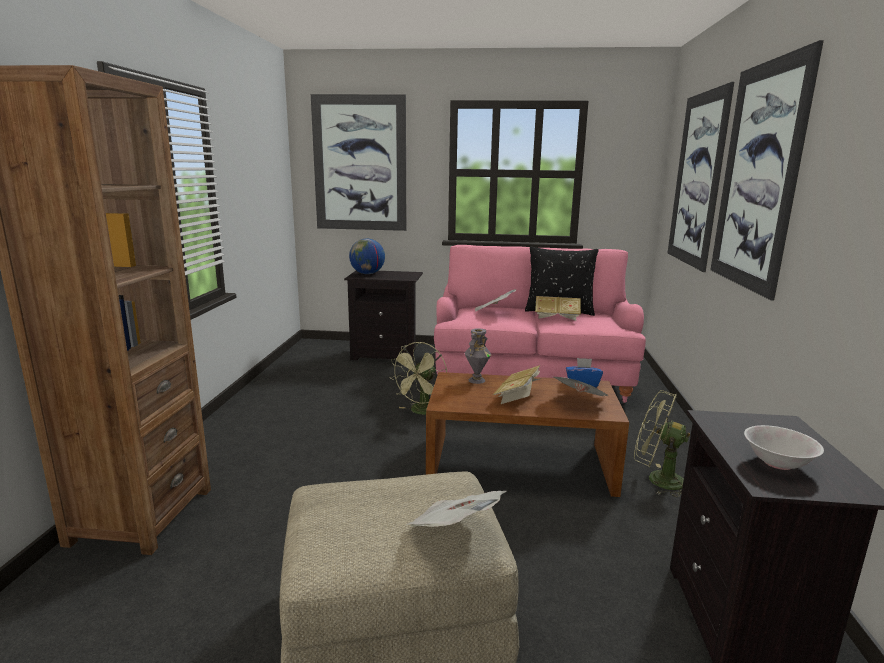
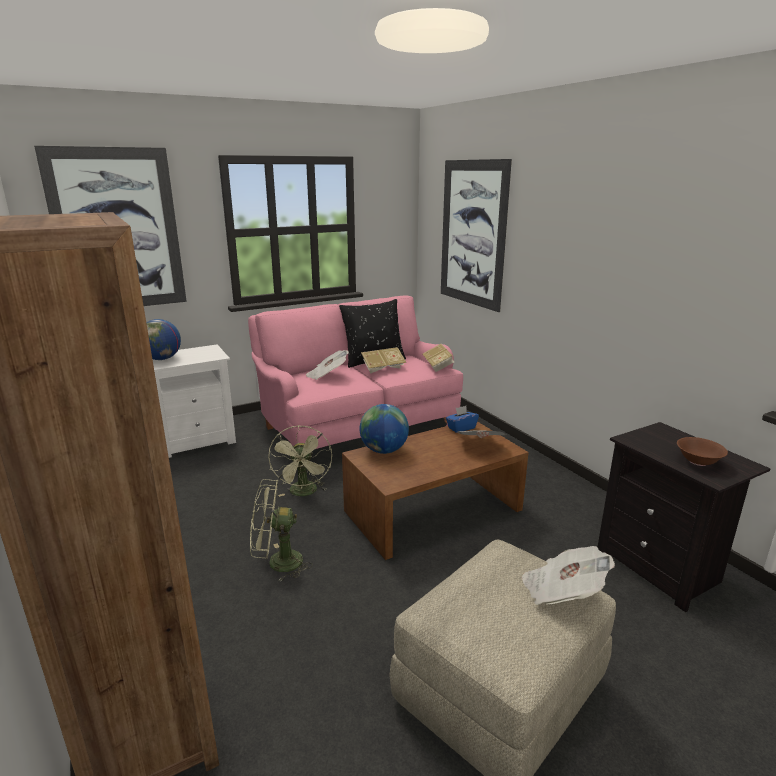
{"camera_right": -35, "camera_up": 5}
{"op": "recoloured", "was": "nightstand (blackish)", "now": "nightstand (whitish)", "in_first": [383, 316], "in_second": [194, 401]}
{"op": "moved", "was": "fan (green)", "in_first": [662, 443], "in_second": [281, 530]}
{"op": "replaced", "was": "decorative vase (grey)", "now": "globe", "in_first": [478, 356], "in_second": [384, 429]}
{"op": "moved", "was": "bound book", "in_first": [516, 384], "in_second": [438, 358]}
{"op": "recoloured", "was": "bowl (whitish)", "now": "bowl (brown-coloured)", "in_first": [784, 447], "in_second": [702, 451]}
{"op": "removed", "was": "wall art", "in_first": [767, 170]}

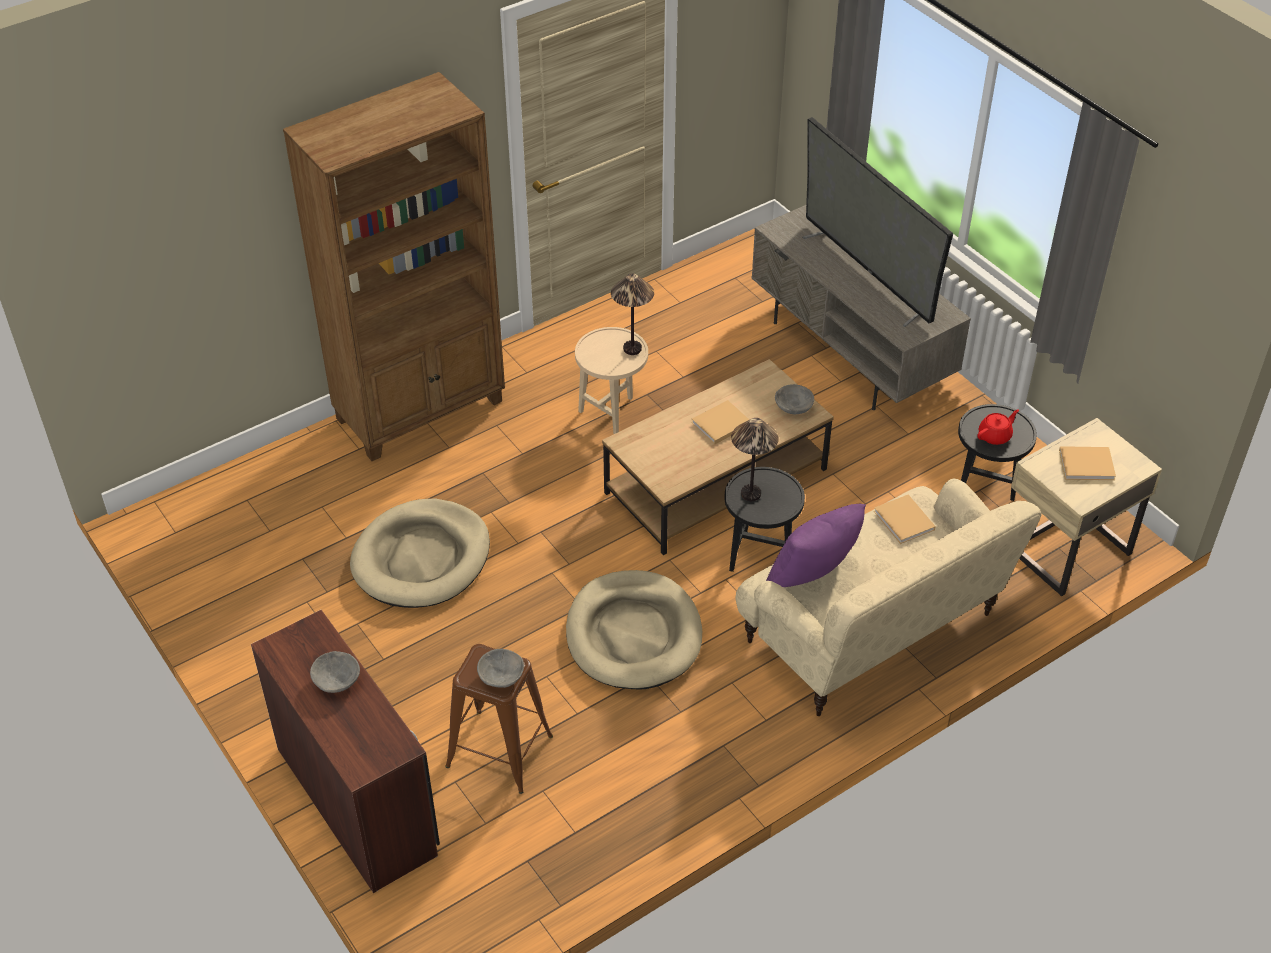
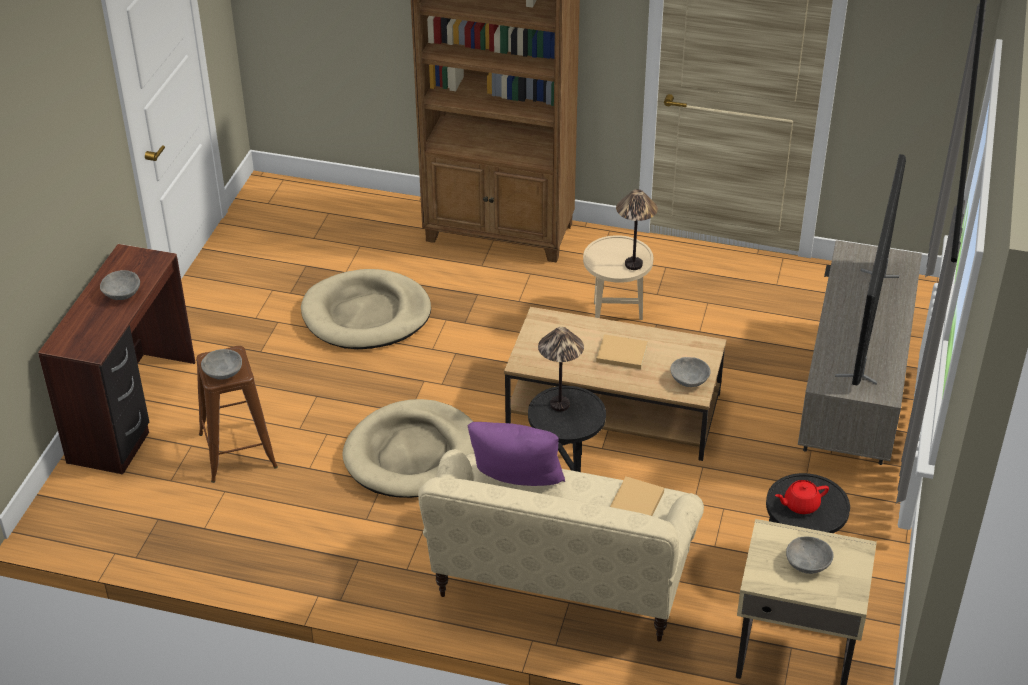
{"camera_right": 50, "camera_up": -5}
{"op": "turned", "was": "pot for tea (reddish)", "in_first": [998, 427], "in_second": [802, 497], "clockwise": 150}
{"op": "replaced", "was": "bound book (beige)", "now": "bowl (grey)", "in_first": [1087, 463], "in_second": [810, 555]}

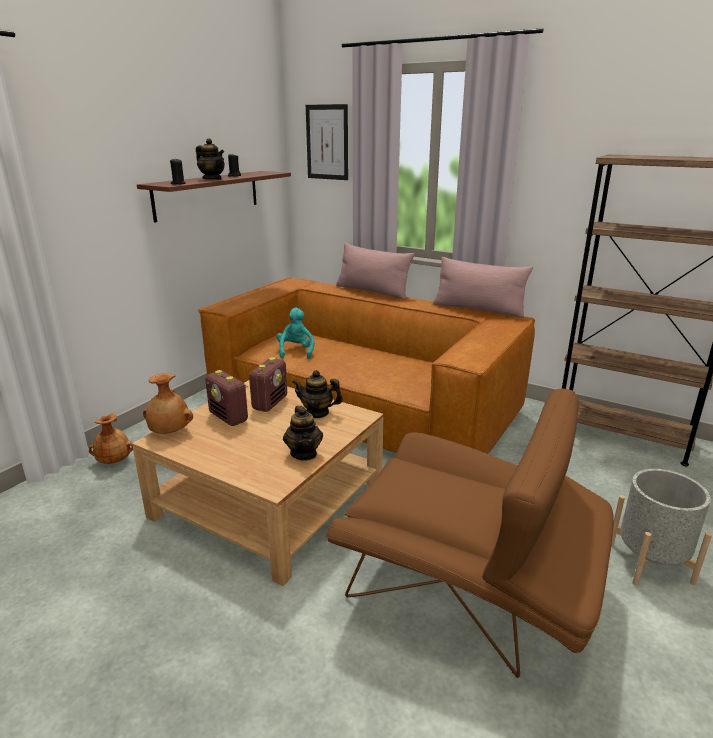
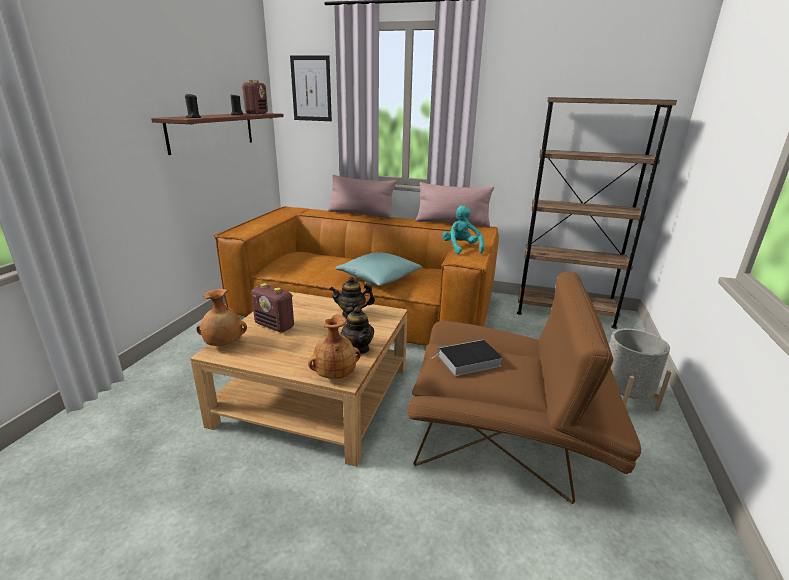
{"camera_right": -15, "camera_up": 0}
{"op": "moved", "was": "radio", "in_first": [268, 384], "in_second": [255, 97]}
{"op": "moved", "was": "decorative vase (brown-coloured)", "in_first": [111, 438], "in_second": [334, 346]}
{"op": "added", "now": "throw pillow (turquoise-coloured)", "in_second": [378, 269]}
{"op": "added", "now": "bound book", "in_second": [466, 358]}
{"op": "moved", "was": "cuddly toy (turquoise-coloured)", "in_first": [295, 333], "in_second": [463, 229]}
{"op": "removed", "was": "pot for tea", "in_first": [210, 159]}

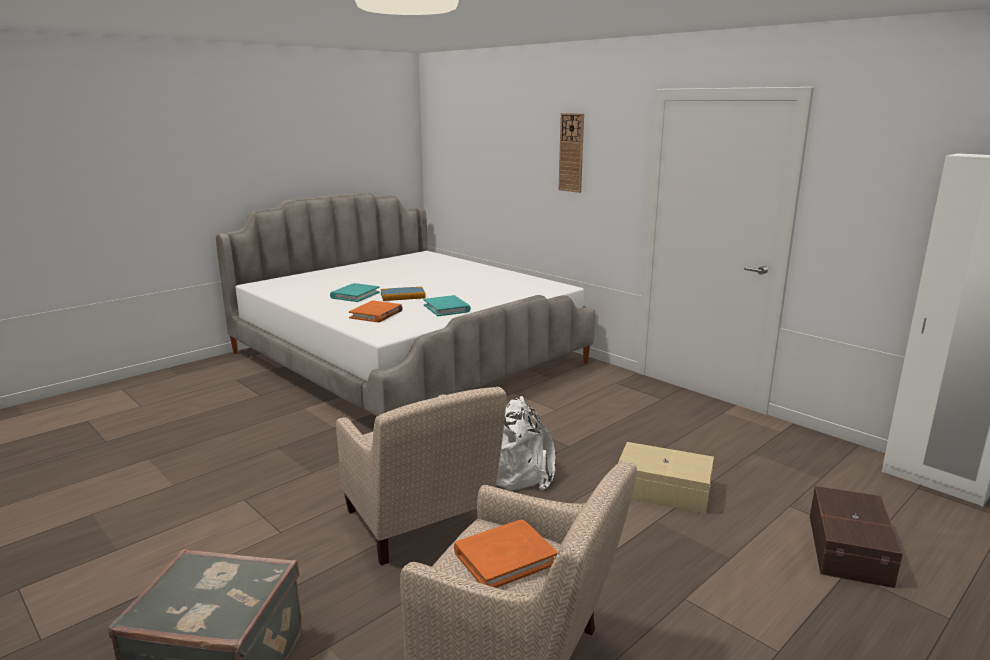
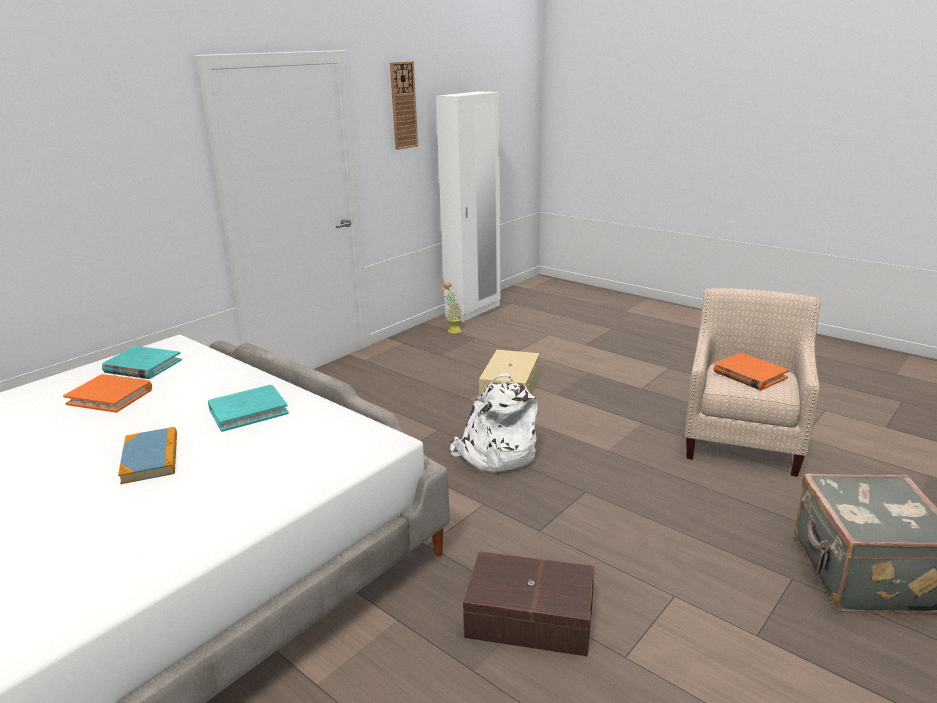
{"camera_right": -95, "camera_up": 5}
{"op": "moved", "was": "bound book (orange)", "in_first": [376, 311], "in_second": [107, 393]}
{"op": "moved", "was": "bound book (turquoise-coloured)", "in_first": [355, 292], "in_second": [142, 362]}
{"op": "moved", "was": "clock on the wall", "in_first": [571, 153], "in_second": [404, 105]}
{"op": "added", "now": "potted plant", "in_second": [452, 307]}
{"op": "moved", "was": "storage box (brown-coloured)", "in_first": [856, 537], "in_second": [529, 604]}
{"op": "removed", "was": "armchair (beige)", "in_first": [421, 476]}

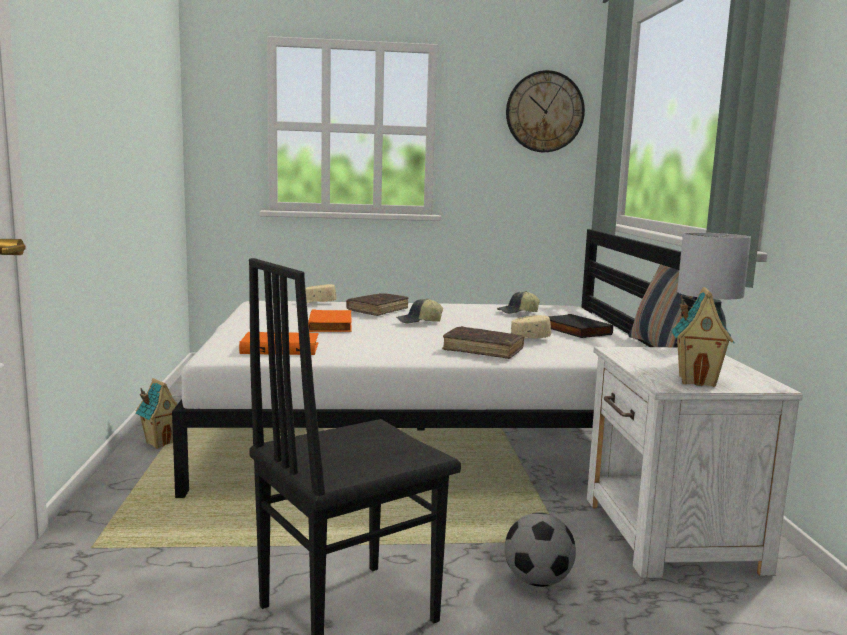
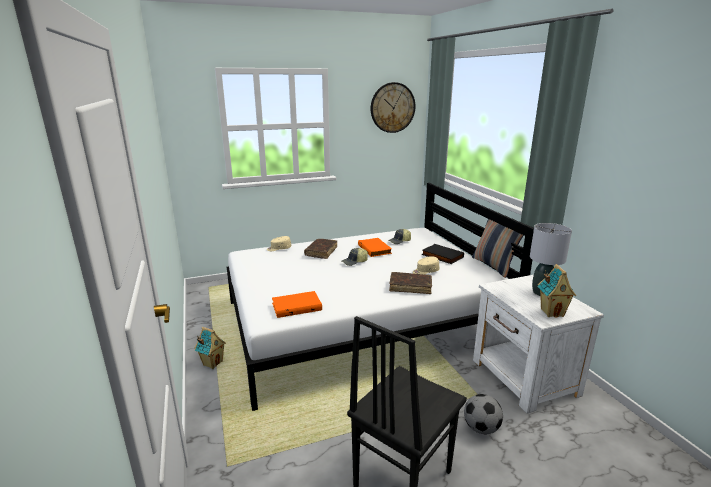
{"camera_right": -15, "camera_up": 10}
{"op": "moved", "was": "bound book (orange)", "in_first": [330, 320], "in_second": [375, 247]}

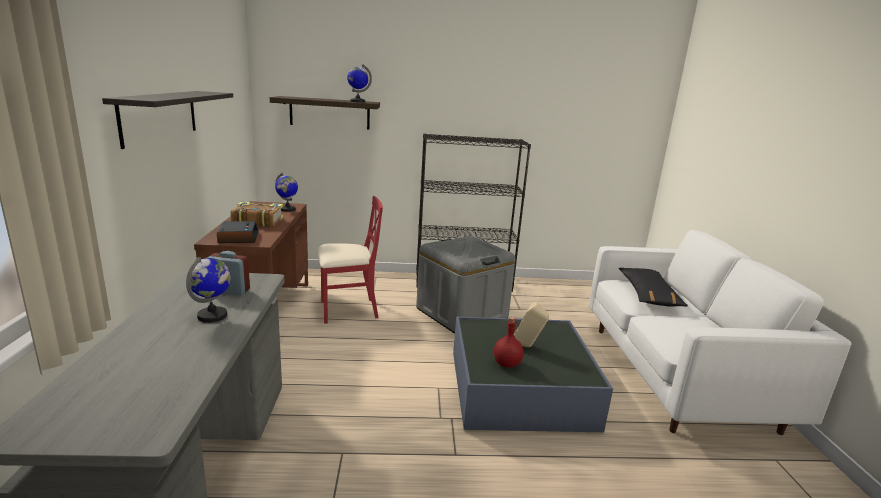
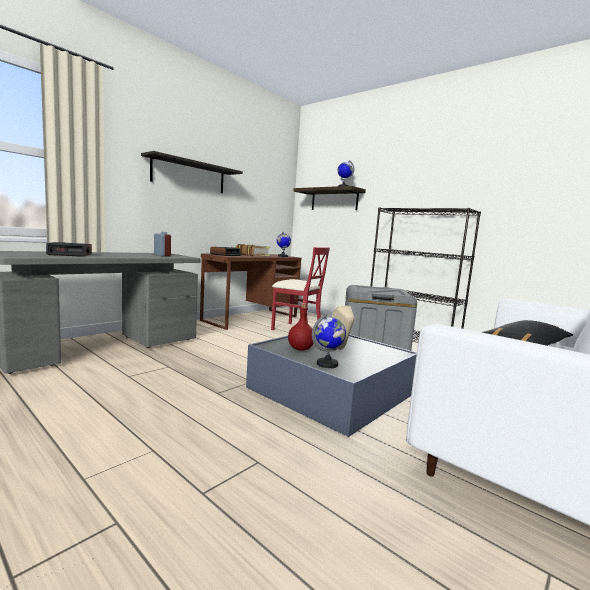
{"camera_right": 45, "camera_up": -10}
{"op": "added", "now": "bedside clock", "in_second": [69, 249]}
{"op": "moved", "was": "globe", "in_first": [208, 290], "in_second": [329, 341]}

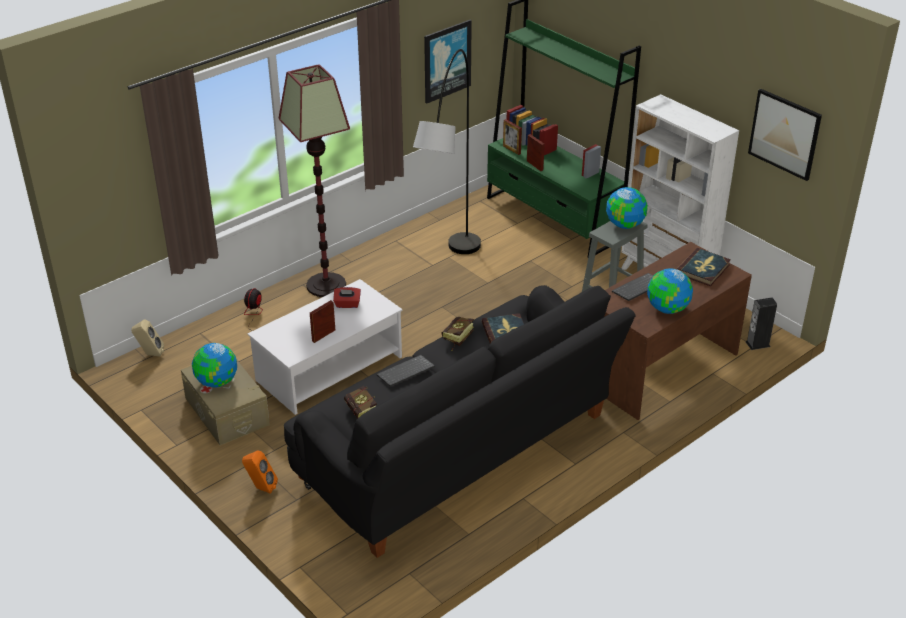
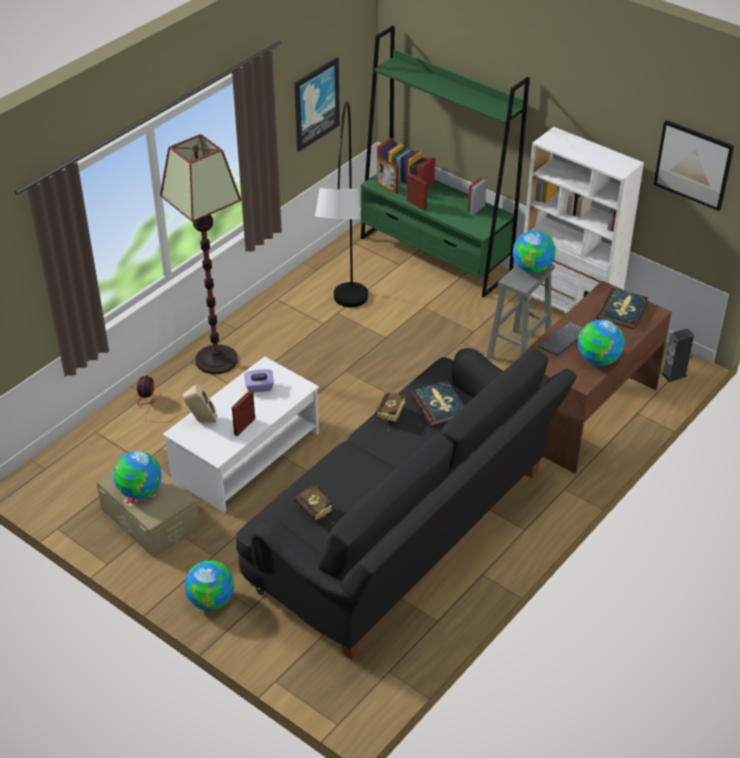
{"camera_right": -10, "camera_up": 5}
{"op": "moved", "was": "loudspeaker (beige)", "in_first": [147, 338], "in_second": [200, 403]}
{"op": "replaced", "was": "loudspeaker (orange)", "now": "globe", "in_first": [260, 472], "in_second": [209, 585]}
{"op": "recoloured", "was": "tissue box (reddish)", "now": "tissue box (purple)", "in_first": [347, 297], "in_second": [259, 381]}
{"op": "removed", "was": "PC keyboard", "in_first": [406, 371]}

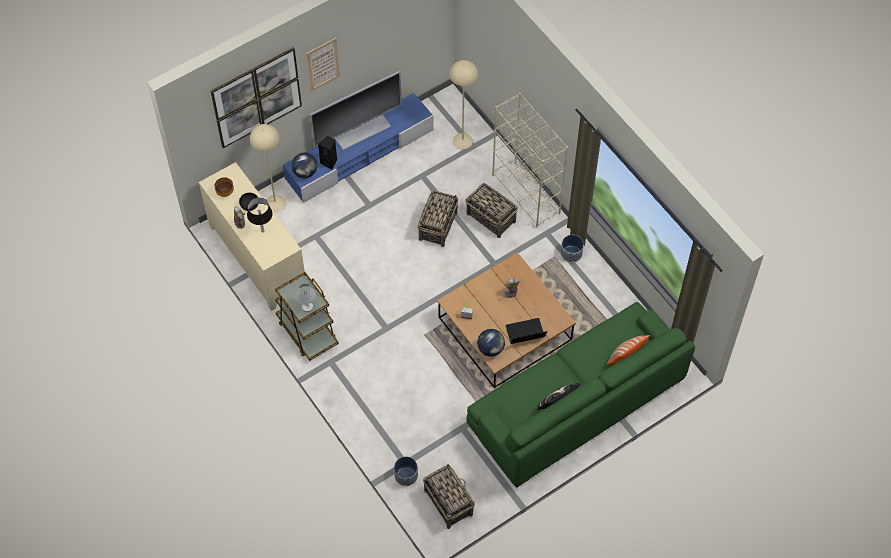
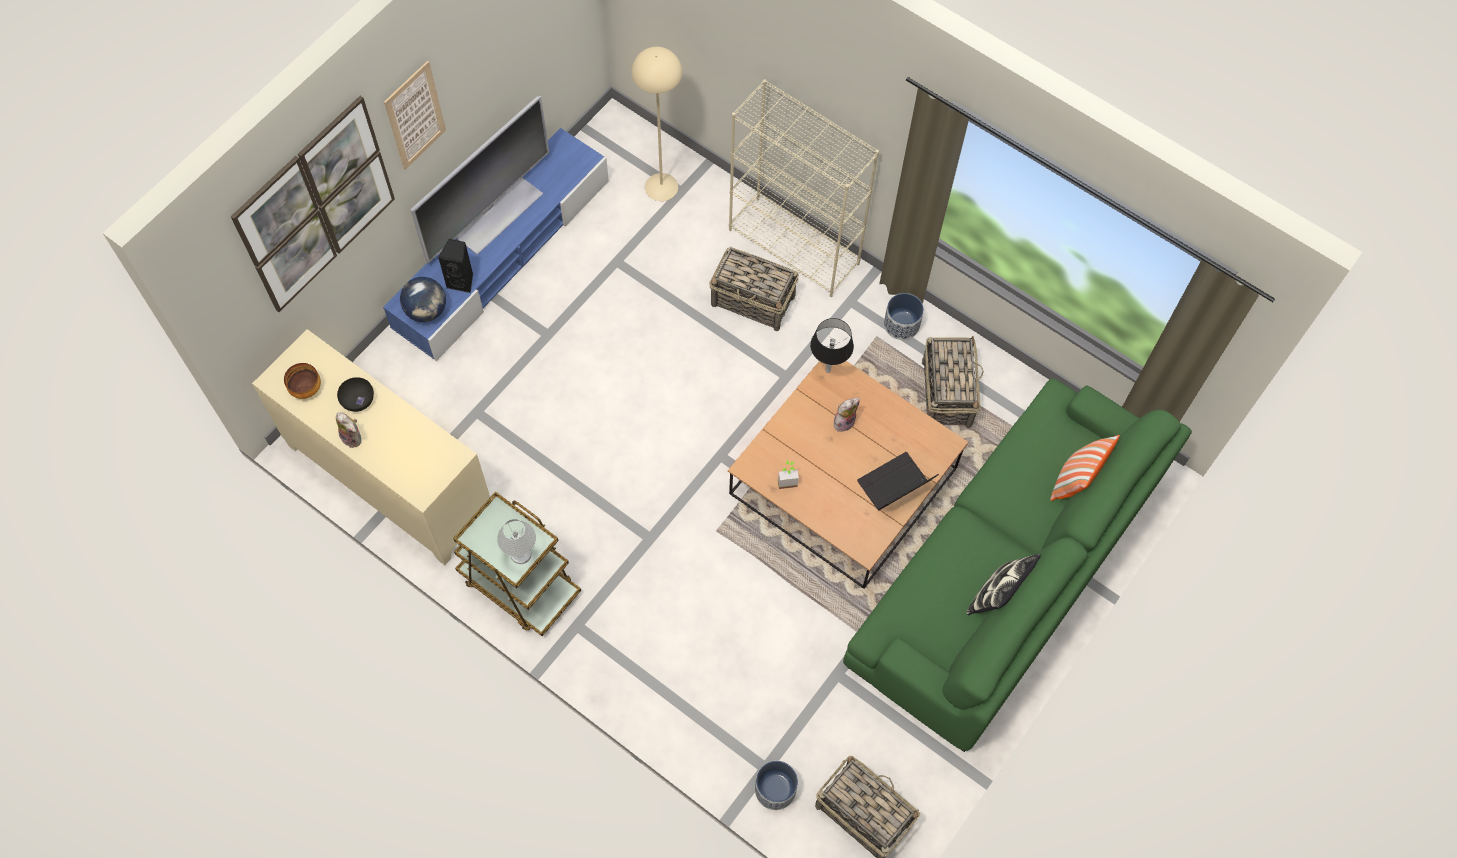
{"camera_right": -20, "camera_up": 5}
{"op": "moved", "was": "lamp for a table (blackish)", "in_first": [260, 215], "in_second": [832, 345]}
{"op": "moved", "was": "storage basket", "in_first": [438, 218], "in_second": [953, 382]}
{"op": "removed", "was": "floor lamp (beige)", "in_first": [268, 168]}
{"op": "removed", "was": "globe", "in_first": [491, 343]}

